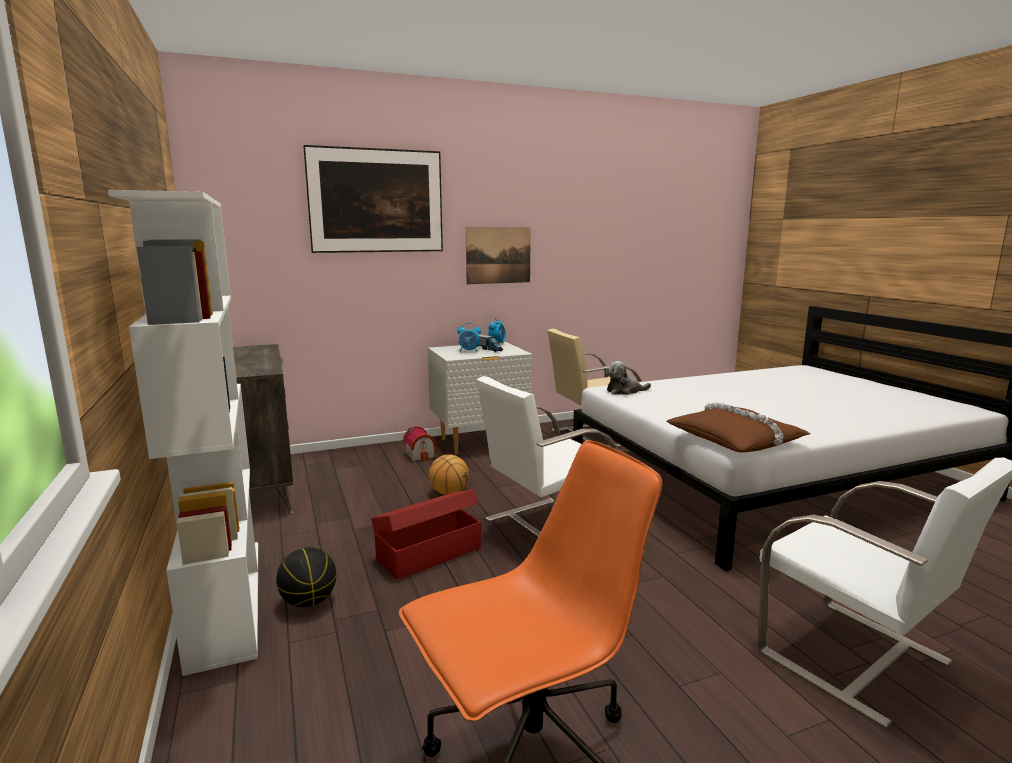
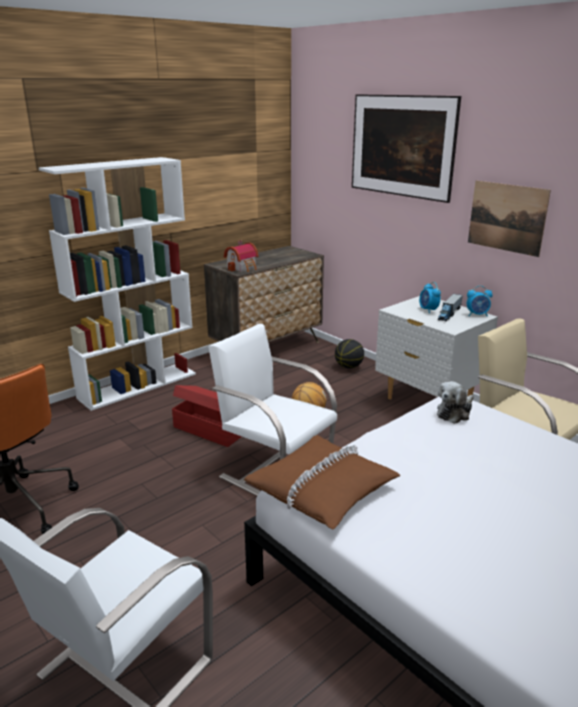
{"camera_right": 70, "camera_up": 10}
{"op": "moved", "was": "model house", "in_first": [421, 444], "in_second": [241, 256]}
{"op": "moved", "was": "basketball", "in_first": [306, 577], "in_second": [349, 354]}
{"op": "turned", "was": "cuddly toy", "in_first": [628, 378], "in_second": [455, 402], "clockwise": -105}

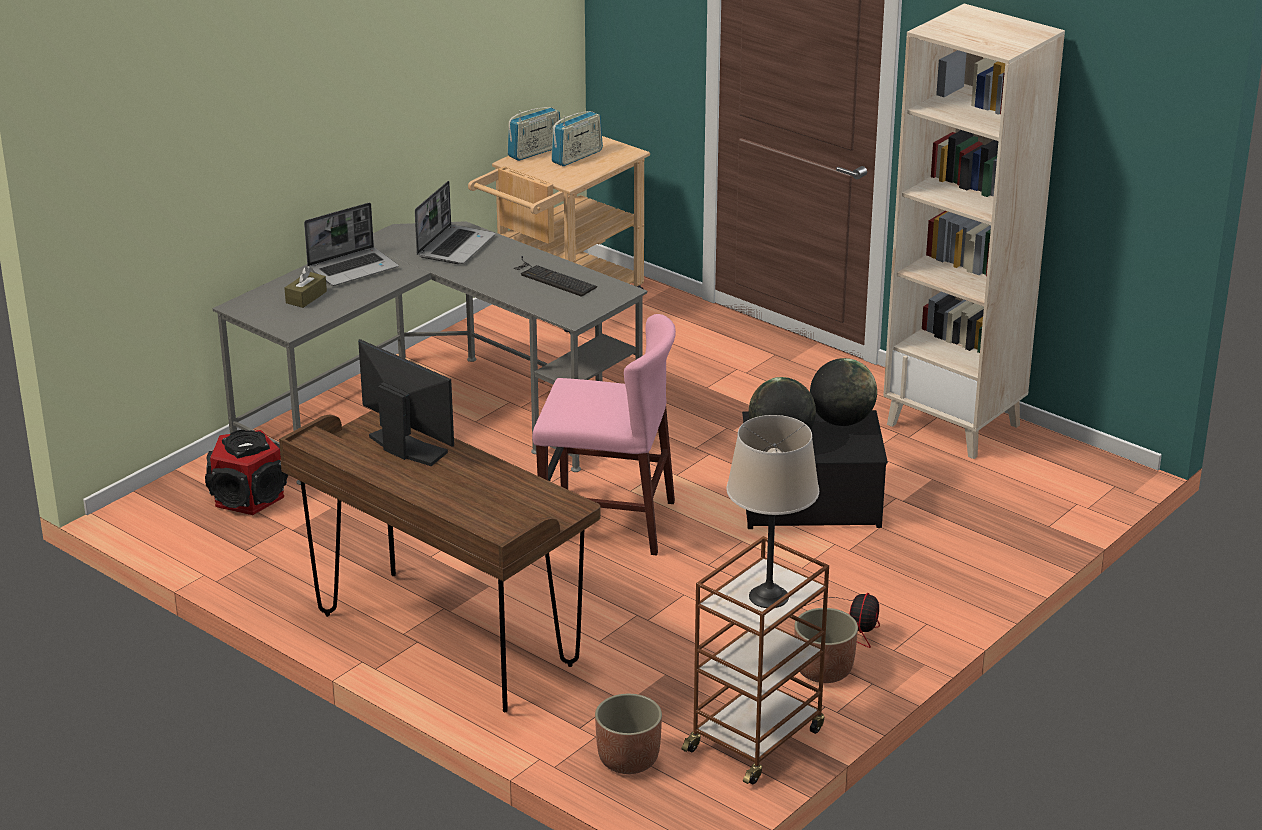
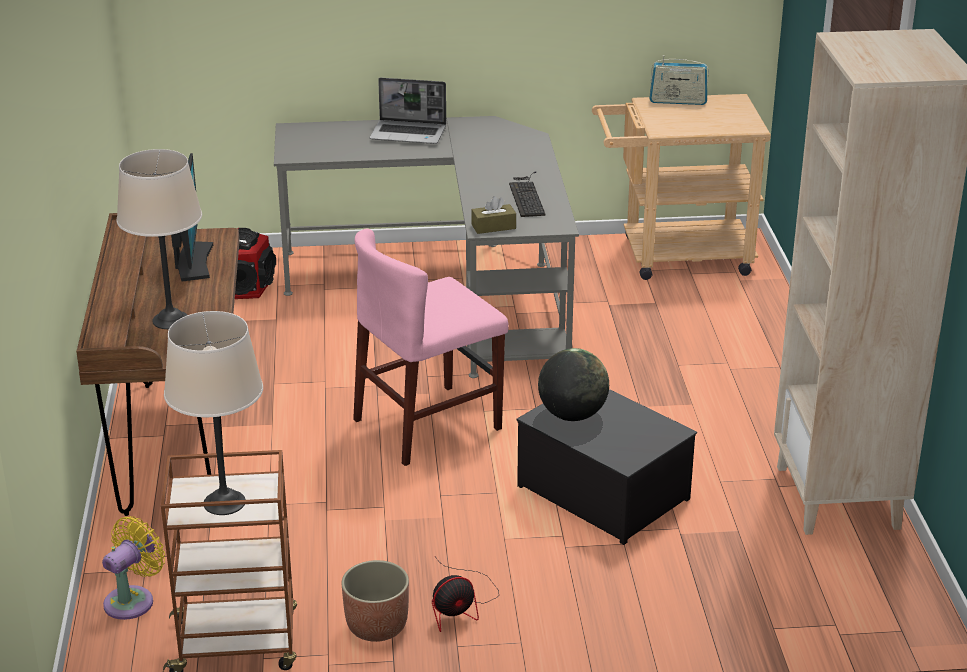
{"camera_right": 45, "camera_up": 0}
{"op": "replaced", "was": "planter", "now": "fan (yellowish)", "in_first": [628, 734], "in_second": [133, 568]}
{"op": "added", "now": "lamp for a table (beige)", "in_second": [159, 239]}
{"op": "turned", "was": "upright chair (pink)", "in_first": [604, 434], "in_second": [431, 347], "clockwise": 90}
{"op": "moved", "was": "tissue box (brown-coloured)", "in_first": [305, 287], "in_second": [494, 215]}
{"op": "removed", "was": "laptop", "in_first": [455, 222]}
{"op": "removed", "was": "radio", "in_first": [577, 138]}
{"op": "removed", "was": "globe", "in_first": [843, 392]}

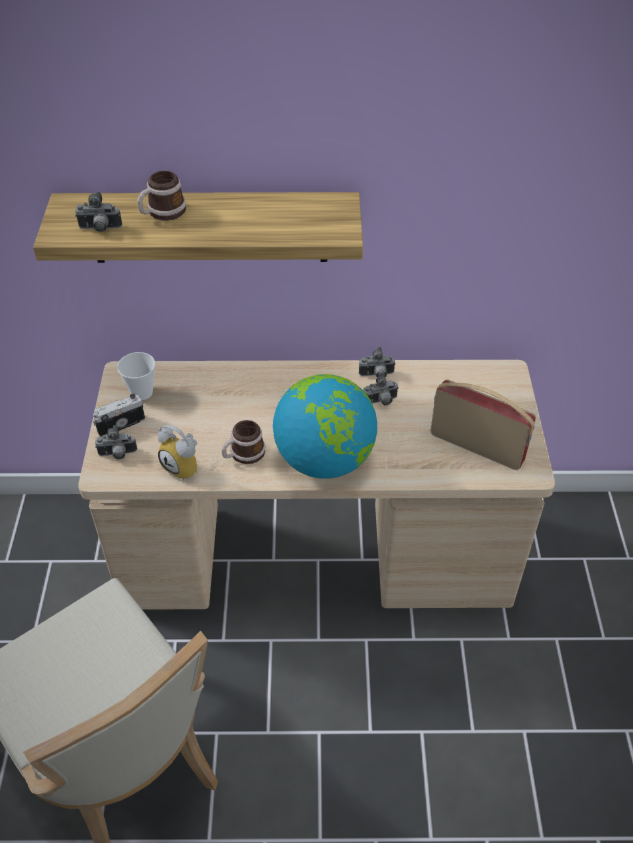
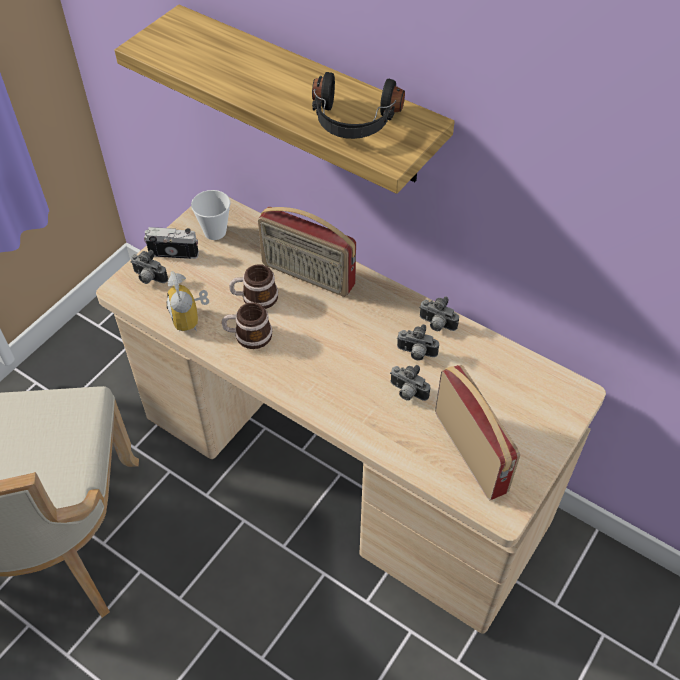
{"camera_right": 35, "camera_up": 5}
{"op": "moved", "was": "tea mug", "in_first": [161, 196], "in_second": [253, 286]}
{"op": "added", "now": "radio", "in_second": [307, 252]}
{"op": "added", "now": "headset (blackish)", "in_second": [358, 105]}
{"op": "moved", "was": "photo camera", "in_first": [98, 212], "in_second": [410, 383]}
{"op": "removed", "was": "globe", "in_first": [325, 426]}

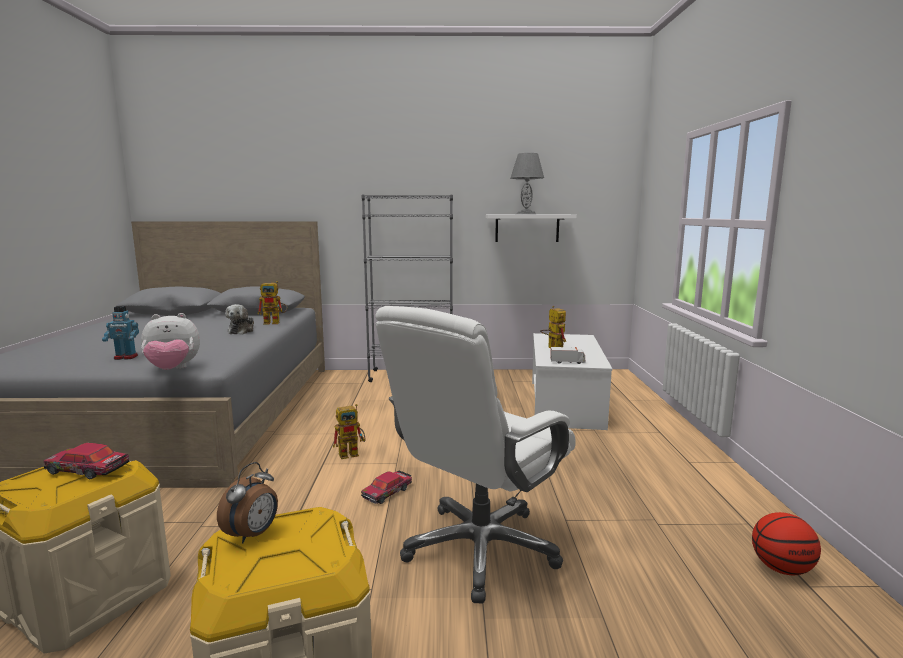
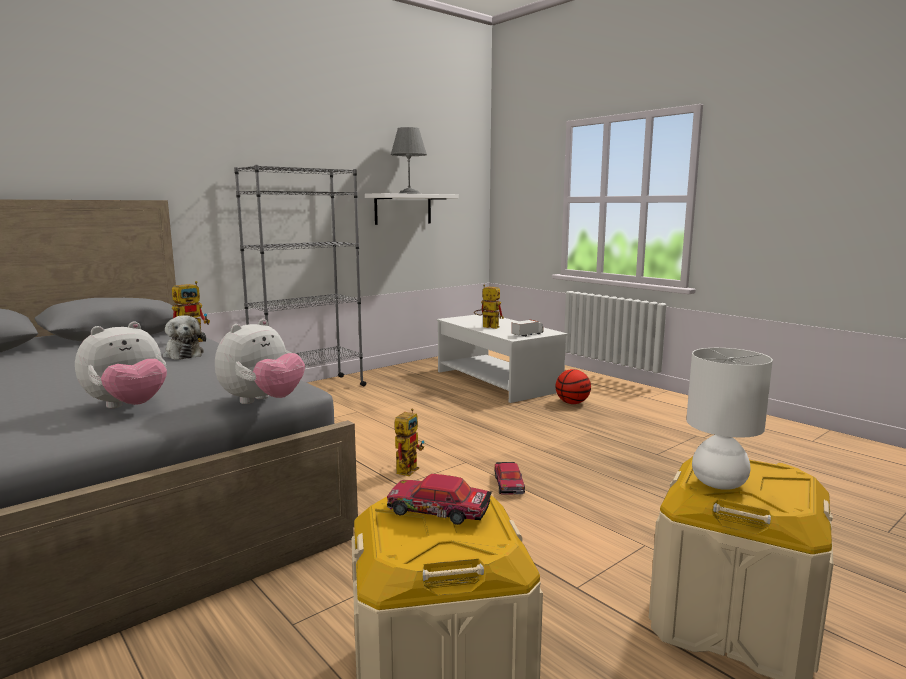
{"camera_right": -40, "camera_up": 0}
{"op": "replaced", "was": "robot figure", "now": "cuddly toy", "in_first": [120, 333], "in_second": [121, 364]}
{"op": "turned", "was": "miniature car", "in_first": [87, 461], "in_second": [439, 499], "clockwise": 45}
{"op": "moved", "was": "basketball", "in_first": [786, 543], "in_second": [573, 386]}
{"op": "replaced", "was": "bedside clock", "now": "lamp for a table (whitish)", "in_first": [247, 503], "in_second": [729, 419]}
{"op": "removed", "was": "desk chair (whitish)", "in_first": [475, 455]}

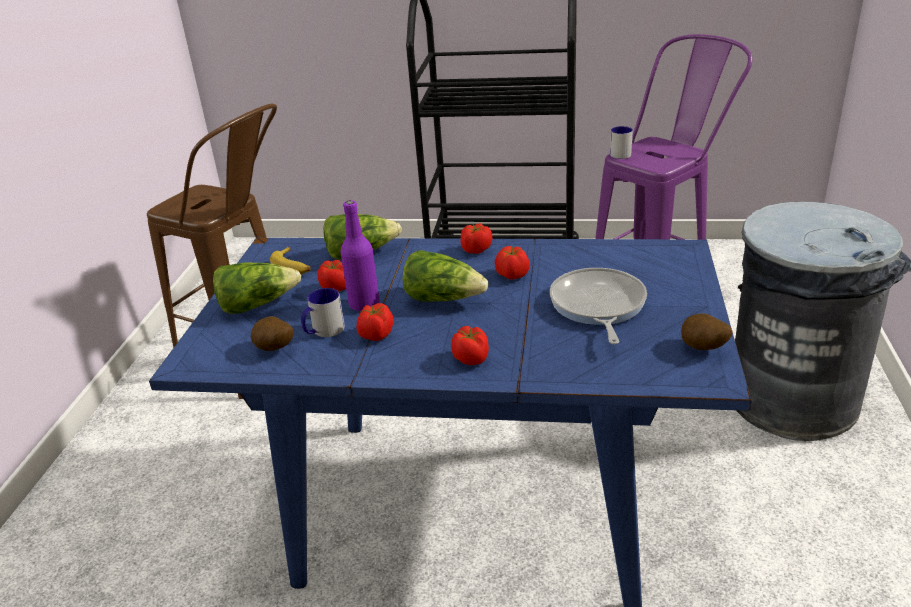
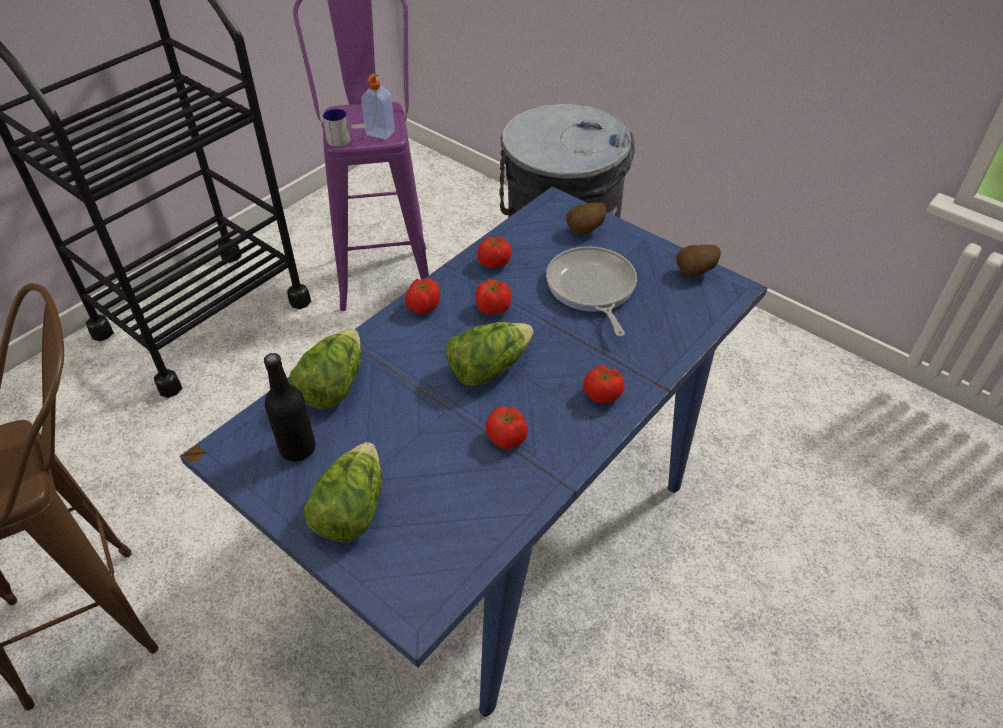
{"camera_right": -60, "camera_up": 15}
{"op": "replaced", "was": "banana fruit", "now": "beverage bottle (blackish)", "in_first": [290, 261], "in_second": [290, 407]}
{"op": "added", "now": "soap dispenser", "in_second": [378, 107]}
{"op": "moved", "was": "whole tomato", "in_first": [331, 276], "in_second": [494, 252]}
{"op": "turned", "was": "skillet", "in_first": [598, 306], "in_second": [591, 291], "clockwise": 45}
{"op": "moved", "was": "whole potato", "in_first": [272, 333], "in_second": [586, 218]}
{"op": "removed", "was": "tea mug", "in_first": [323, 312]}
{"op": "removed", "was": "beverage bottle (purple)", "in_first": [360, 255]}

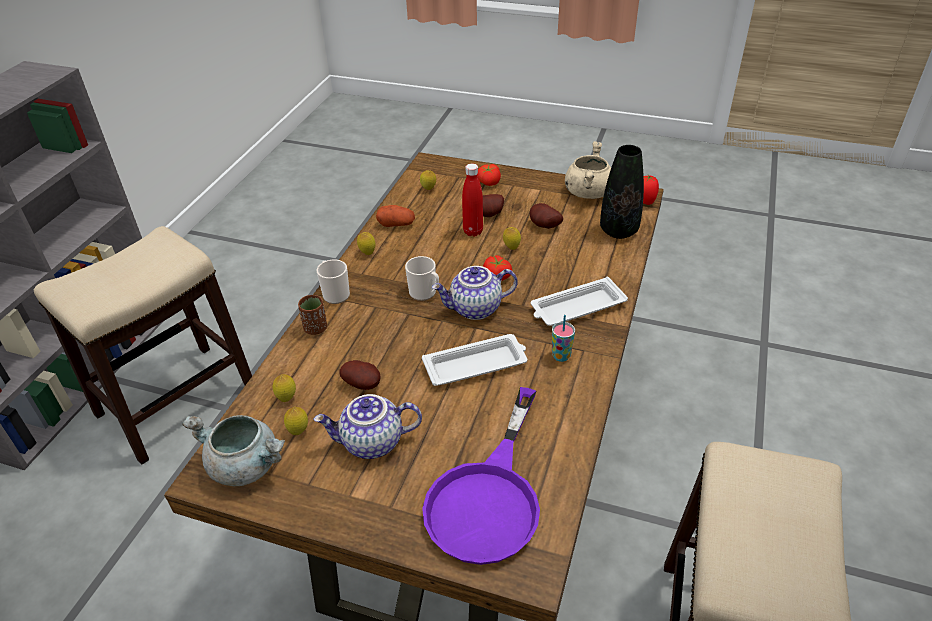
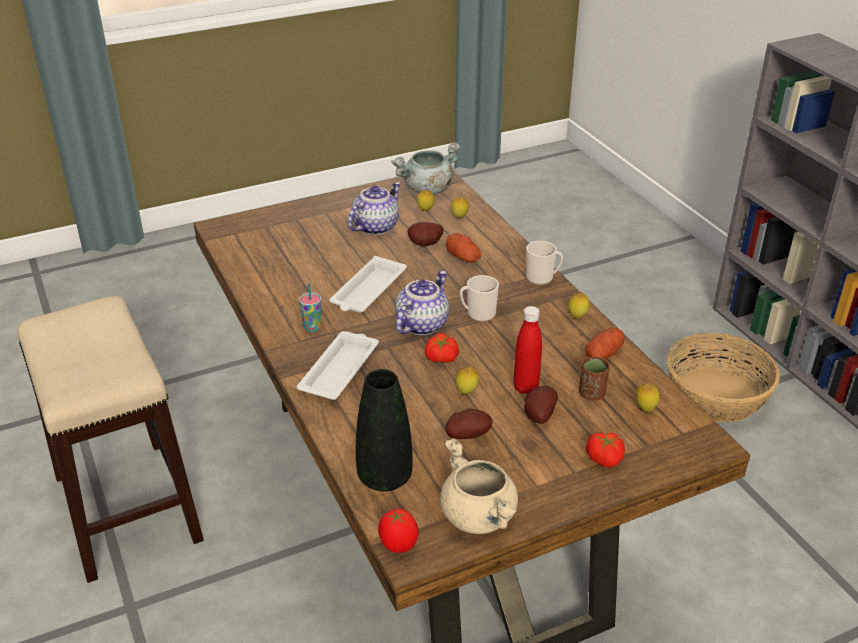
{"camera_right": 135, "camera_up": -5}
{"op": "added", "now": "whole potato", "in_second": [463, 248]}
{"op": "moved", "was": "cup (brown-coloured)", "in_first": [312, 315], "in_second": [594, 378]}
{"op": "replaced", "was": "stool", "now": "storage basket", "in_first": [143, 345], "in_second": [723, 378]}
{"op": "removed", "was": "skillet (purple)", "in_first": [481, 476]}

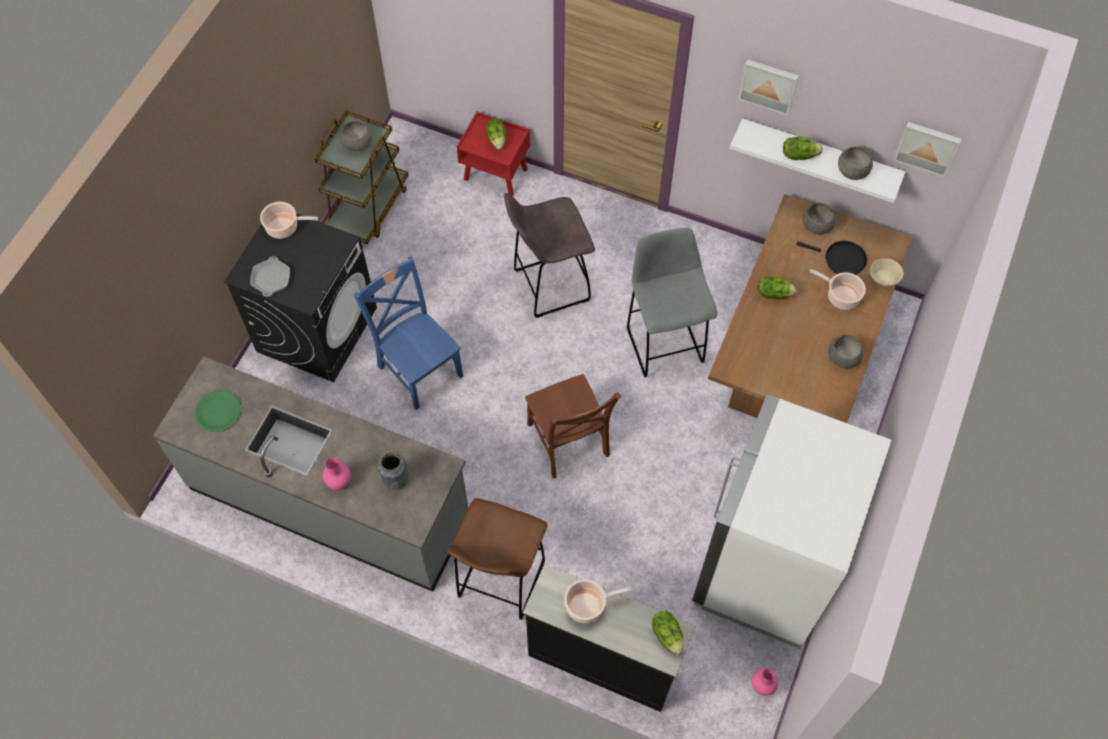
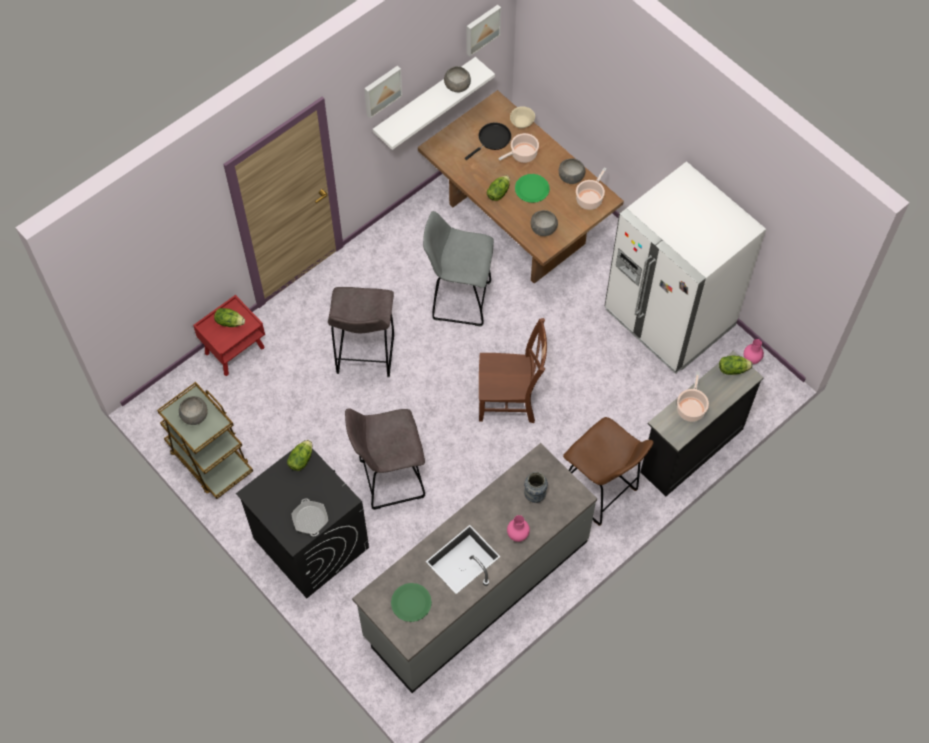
{"camera_right": -65, "camera_up": 0}
{"op": "moved", "was": "head of lettuce", "in_first": [803, 148], "in_second": [299, 455]}
{"op": "turned", "was": "skillet", "in_first": [270, 276], "in_second": [309, 517], "clockwise": 45}
{"op": "replaced", "was": "upright chair (blue)", "now": "stool (grey)", "in_first": [408, 333], "in_second": [385, 459]}
{"op": "added", "now": "plate (green)", "in_second": [532, 188]}
{"op": "moved", "was": "bowl (grey)", "in_first": [818, 219], "in_second": [544, 223]}
{"op": "moved", "was": "stockpot", "in_first": [289, 220], "in_second": [591, 188]}

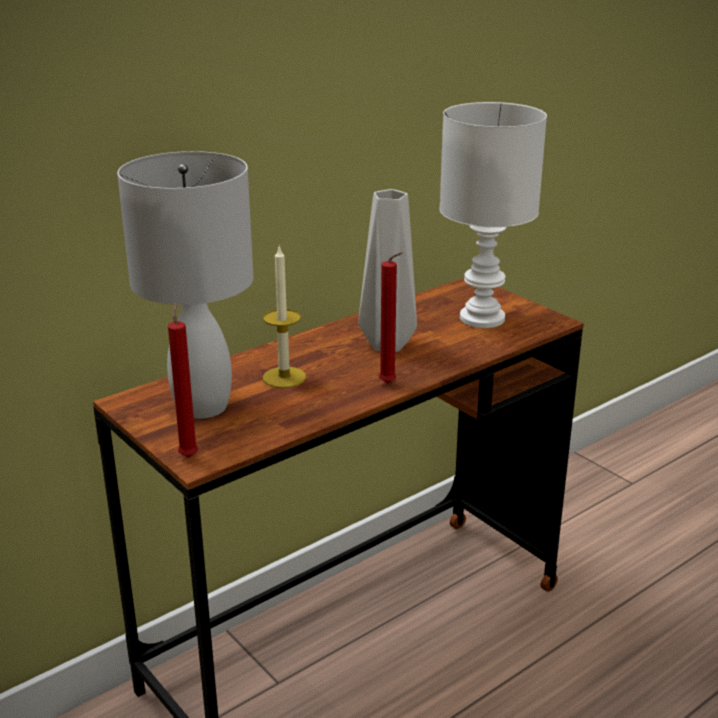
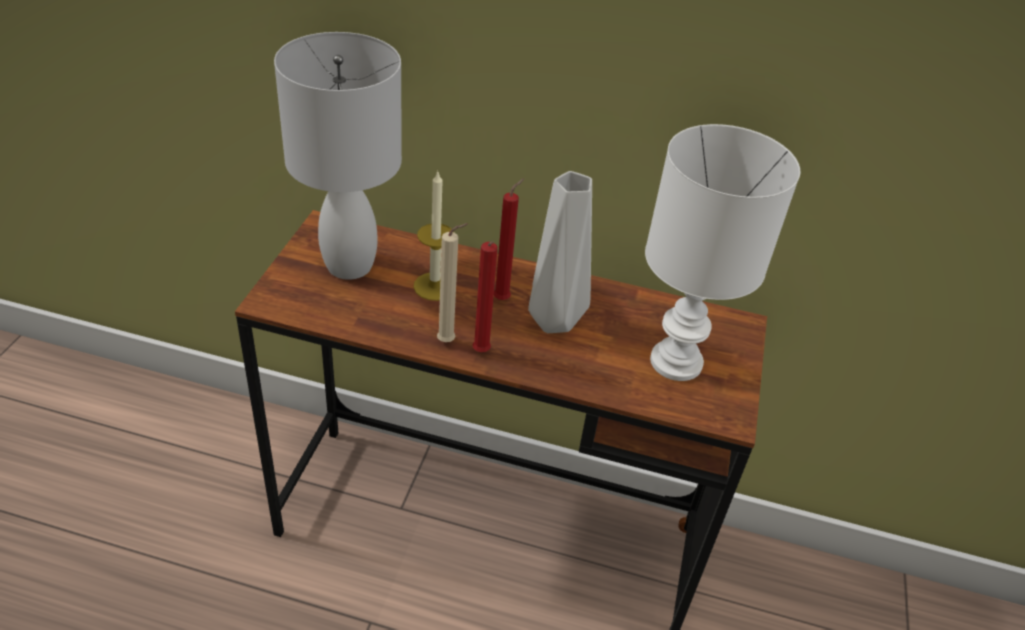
{"camera_right": 50, "camera_up": 15}
{"op": "added", "now": "wax candle (beige)", "in_second": [452, 282]}
{"op": "moved", "was": "wax candle (reddish)", "in_first": [183, 379], "in_second": [509, 239]}

